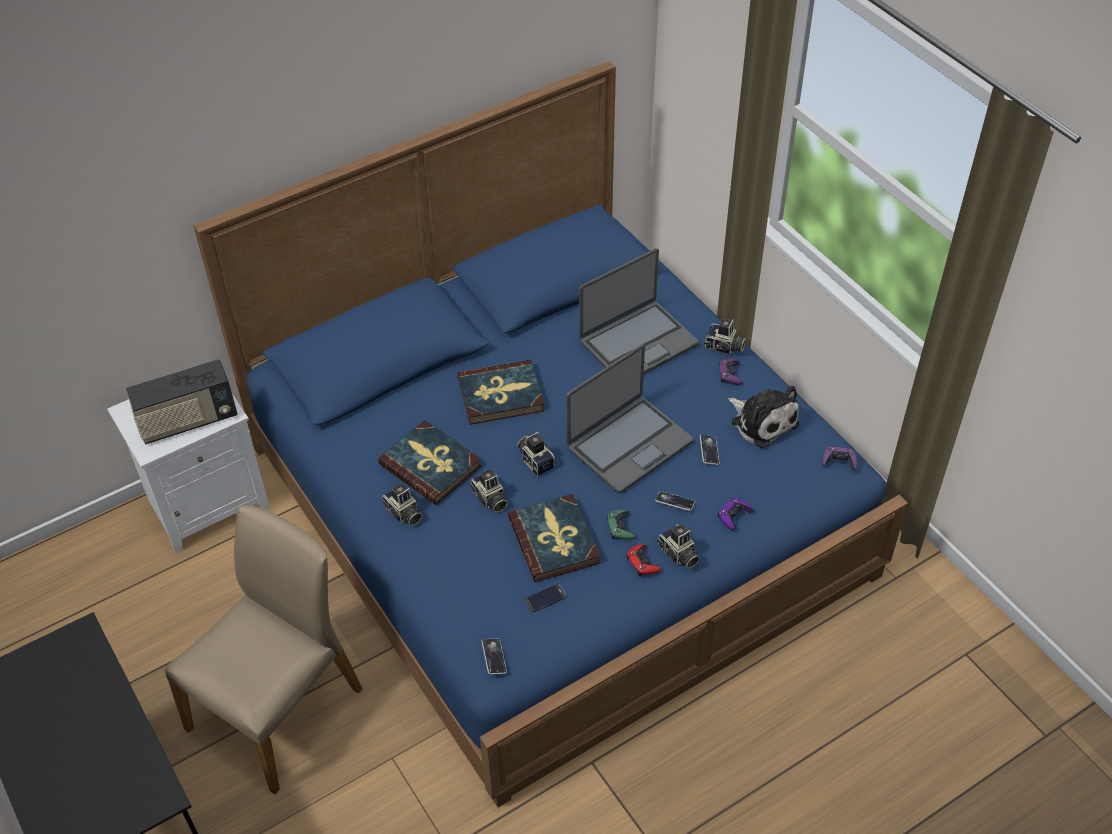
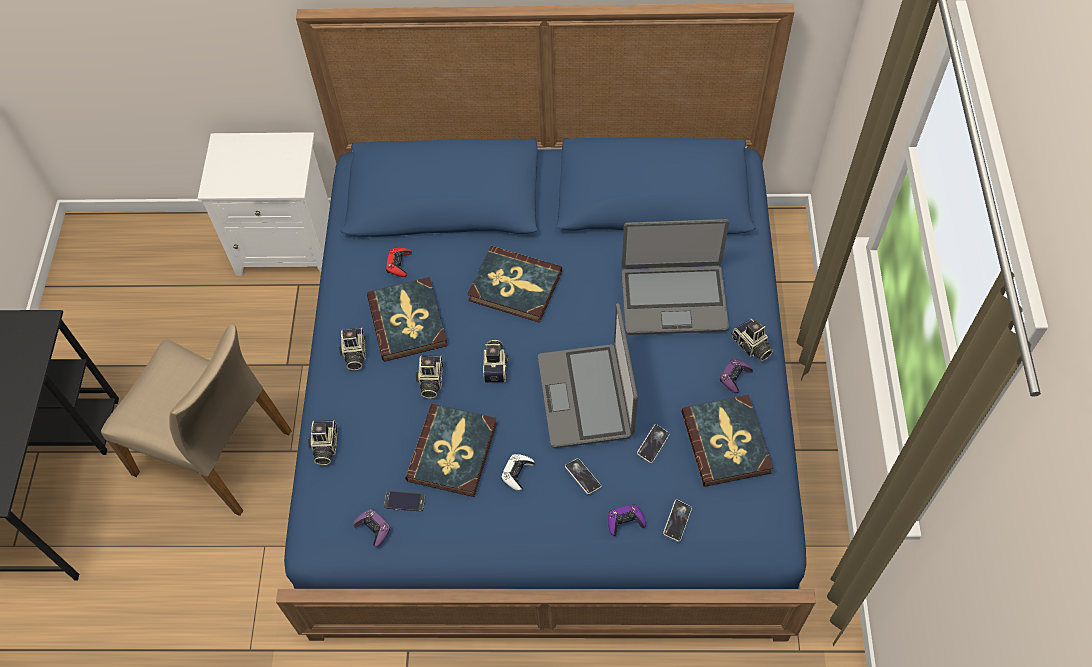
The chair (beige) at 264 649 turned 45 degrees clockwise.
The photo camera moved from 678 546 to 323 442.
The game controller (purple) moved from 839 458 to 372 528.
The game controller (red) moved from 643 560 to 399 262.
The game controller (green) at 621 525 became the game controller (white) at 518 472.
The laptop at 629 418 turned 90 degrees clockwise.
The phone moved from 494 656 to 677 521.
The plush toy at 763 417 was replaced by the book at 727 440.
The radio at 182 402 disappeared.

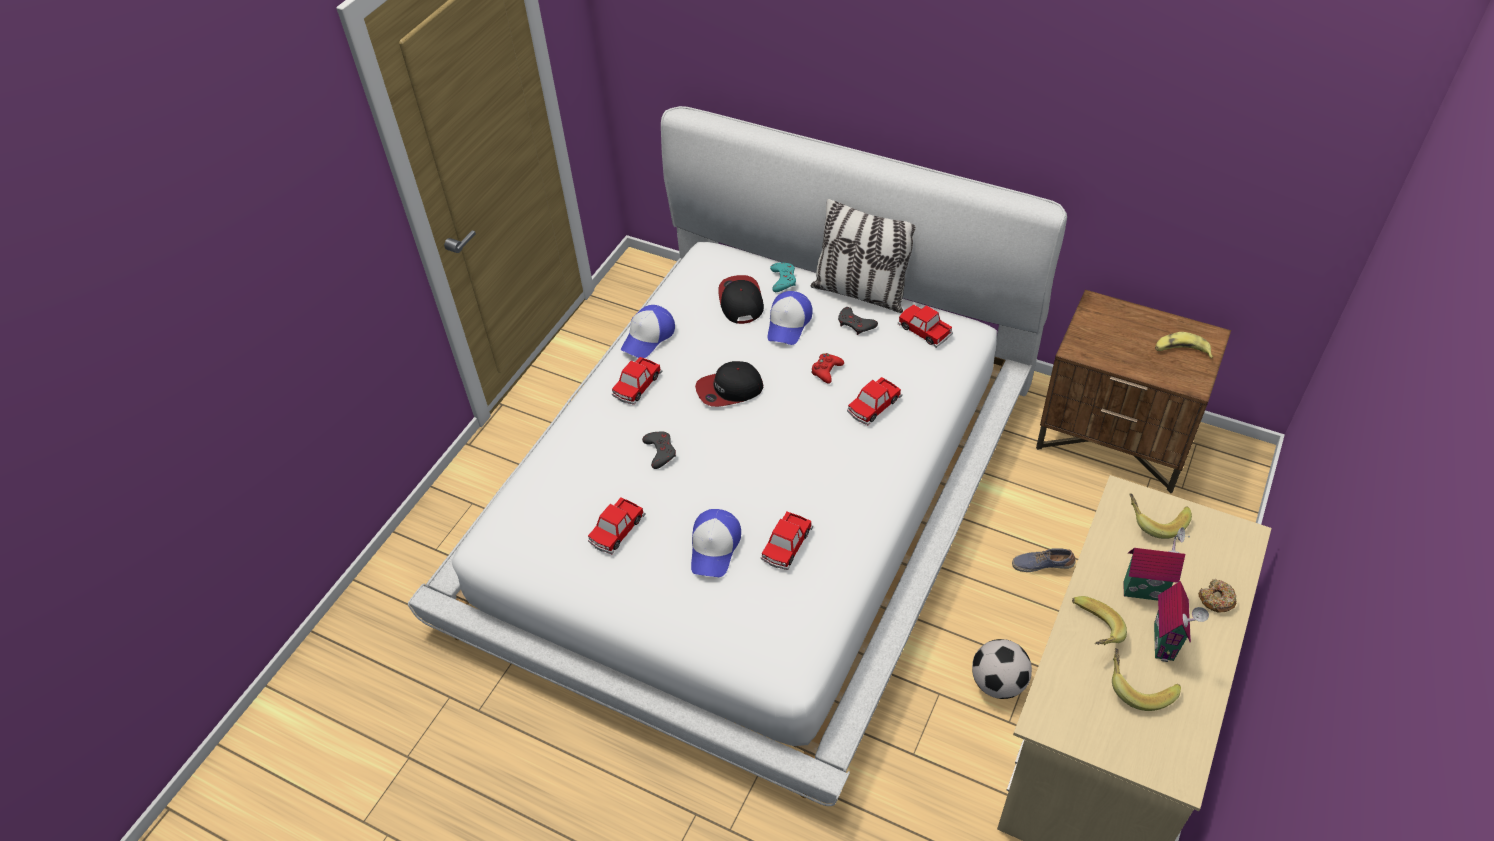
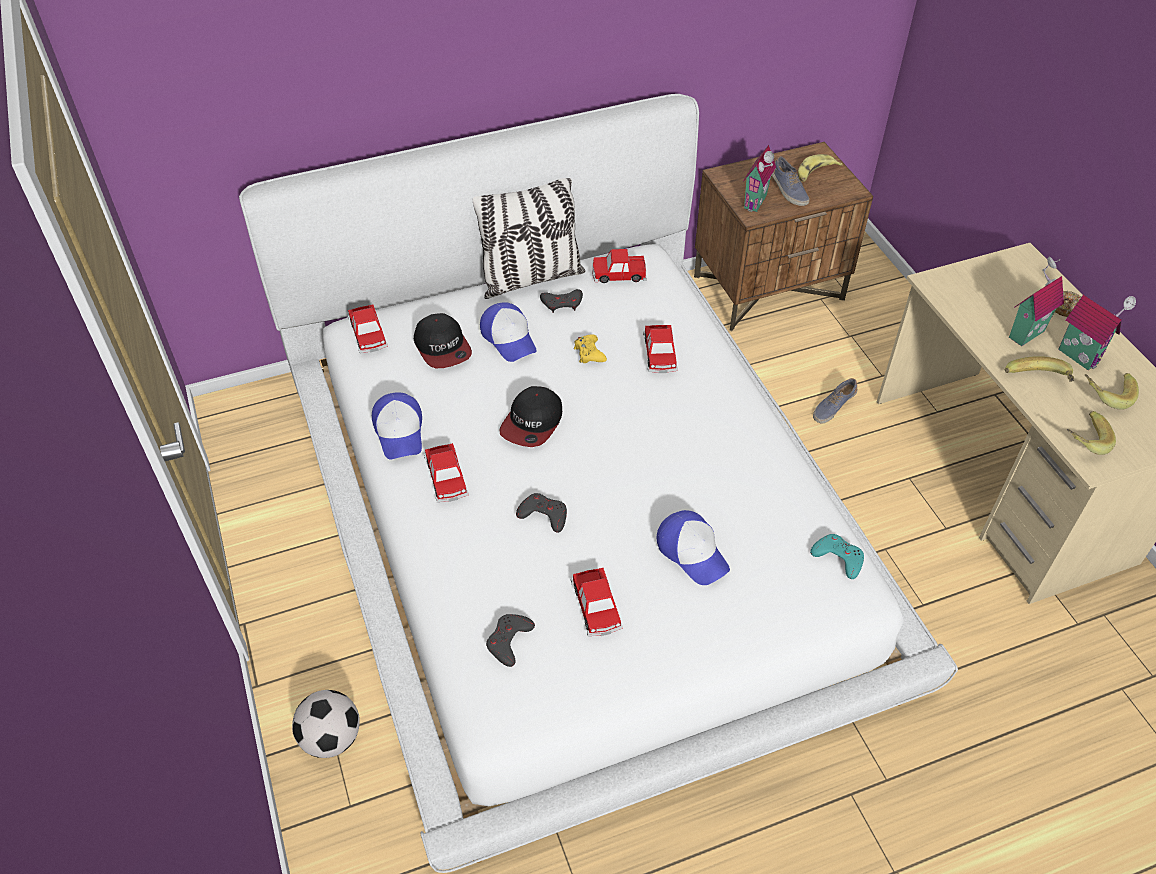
The football moved from 1002 669 to 326 724.
The toy car moved from 787 541 to 368 328.
The cap at 741 299 turned 150 degrees counterclockwise.
The game controller (grey) at 510 640 appeared.
The game controller (red) at 827 368 became the game controller (yellow) at 590 348.
The toy house at 759 178 appeared.
The shoe at 791 181 appeared.
The game controller (turquoise) moved from 783 277 to 837 556.
The banana moved from 1160 516 to 1091 433.

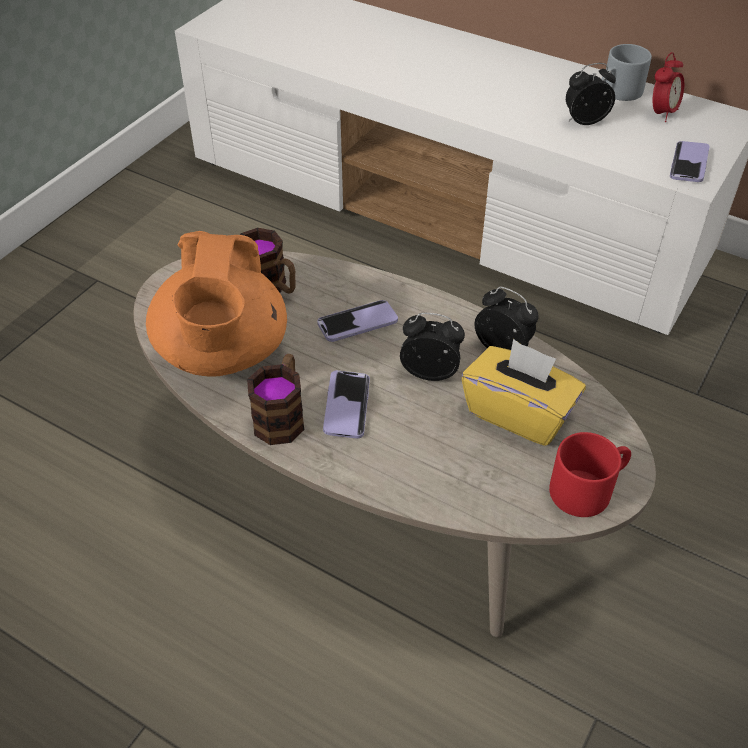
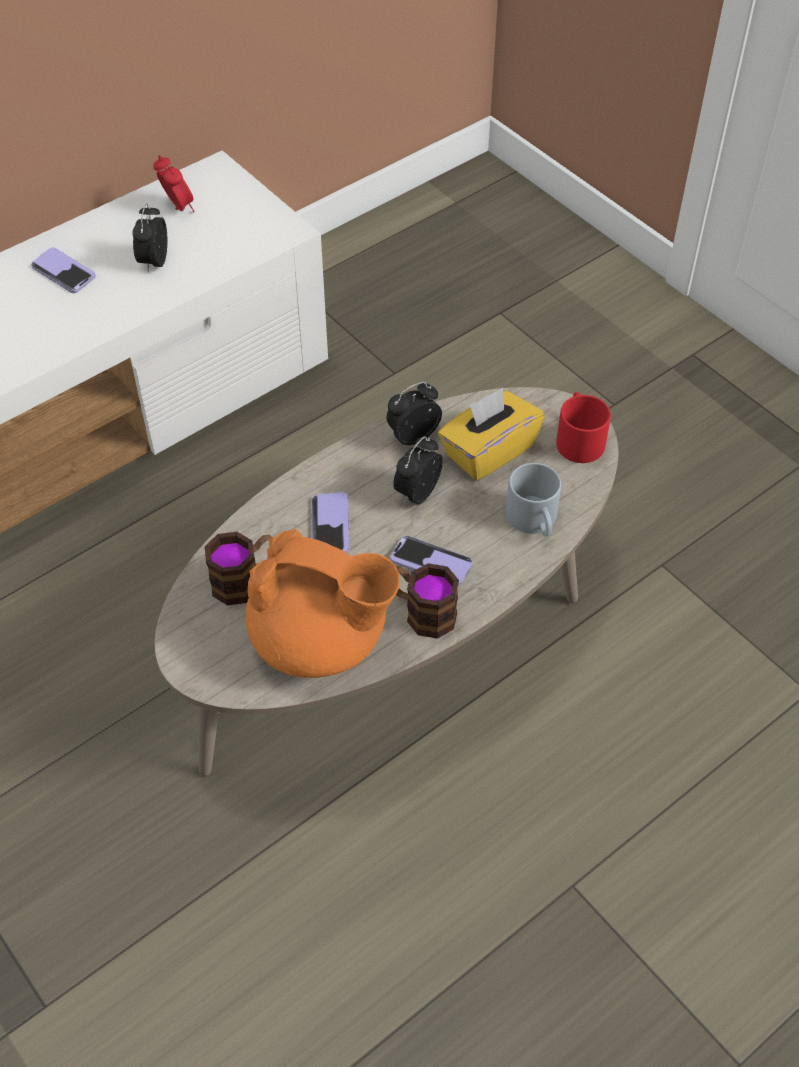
The phone moved from 690 161 to 63 270.
The mug (grey) moved from 626 72 to 533 500.

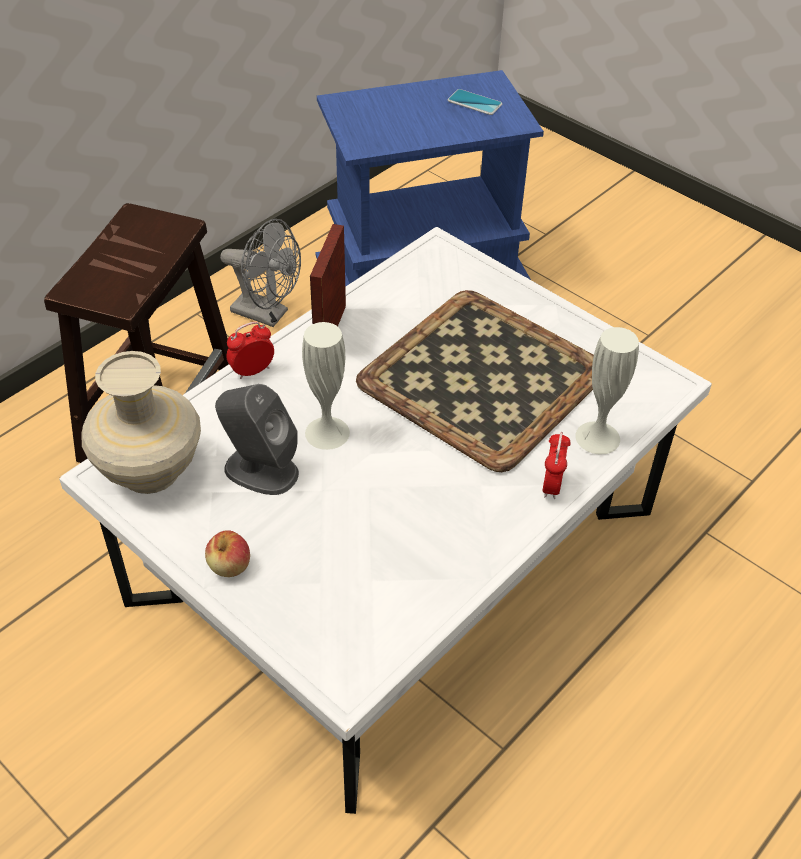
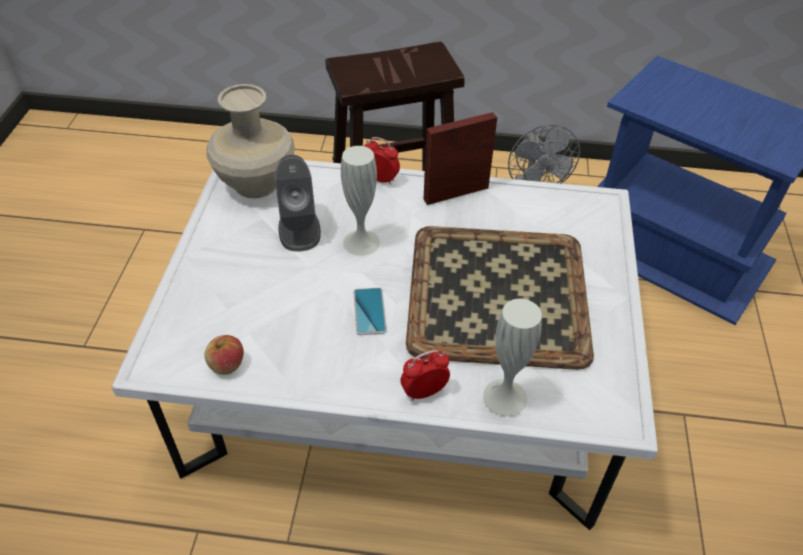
The apple moved from 227 553 to 224 355.
The phone moved from 474 102 to 370 311.

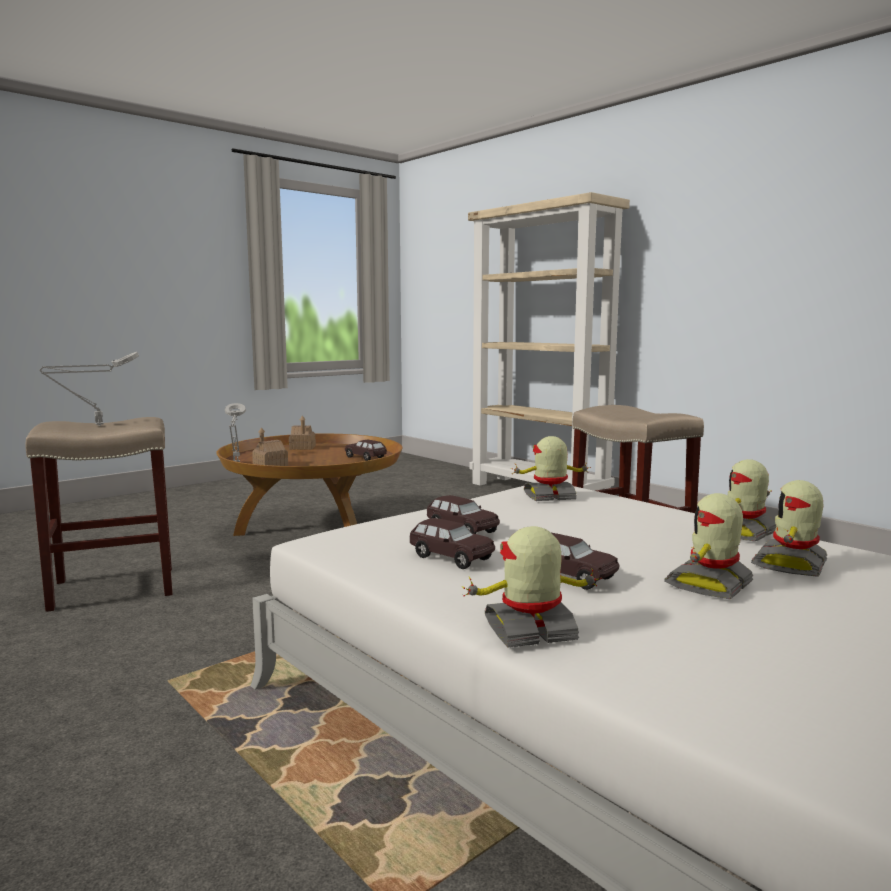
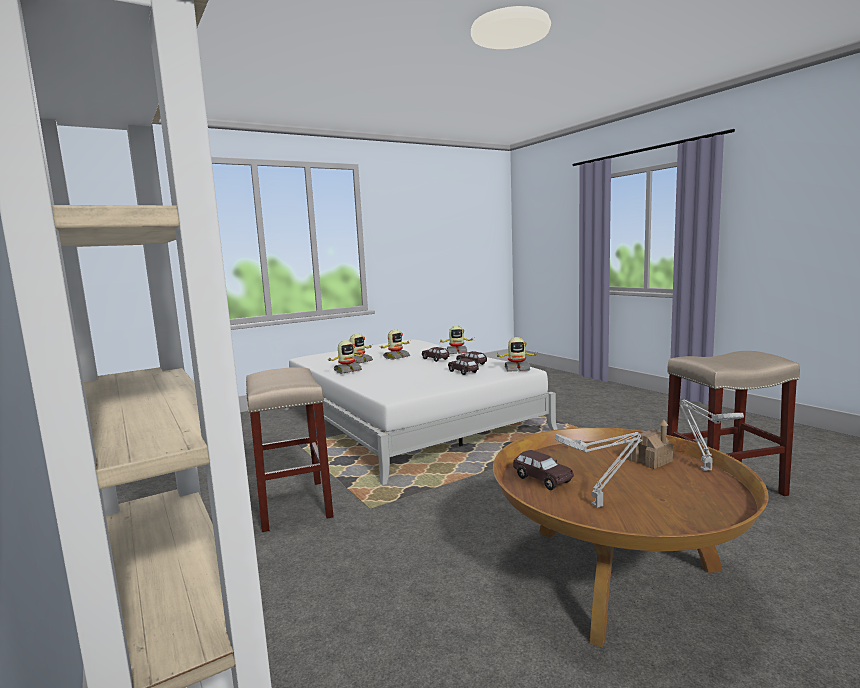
The toy robot moved from 551 468 to 516 354.
The table lamp (grey) moved from 89 389 to 598 470.
The toy house at 302 433 disappeared.

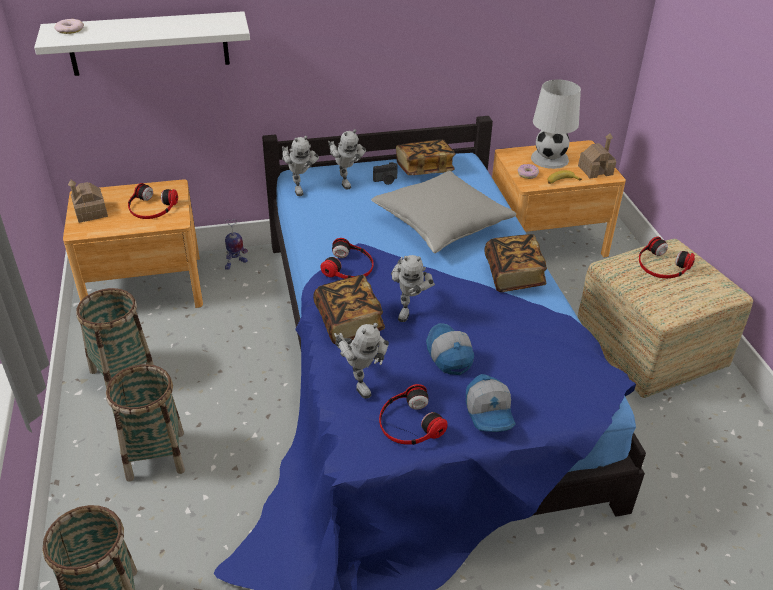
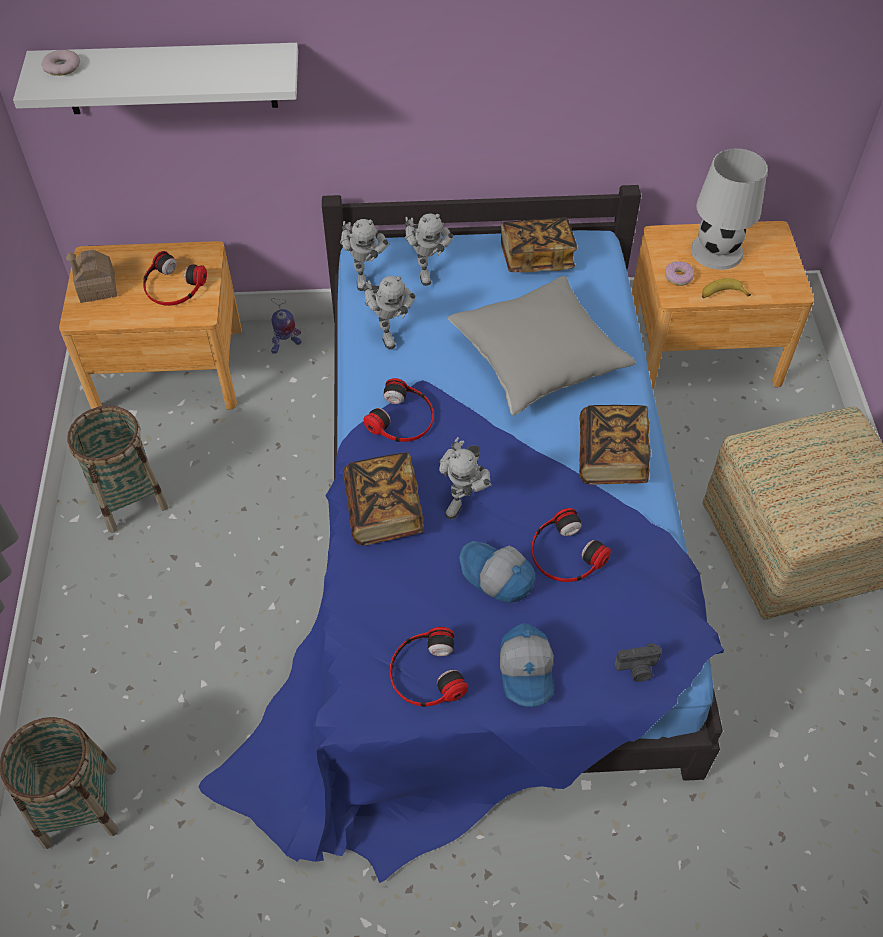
The toy robot moved from 361 361 to 389 312.
The cap at 450 349 turned 45 degrees counterclockwise.
The headphones moved from 667 257 to 571 545.
The photo camera moved from 385 173 to 637 663.
The basket at 145 423 disappeared.
The toy house at 597 156 disappeared.

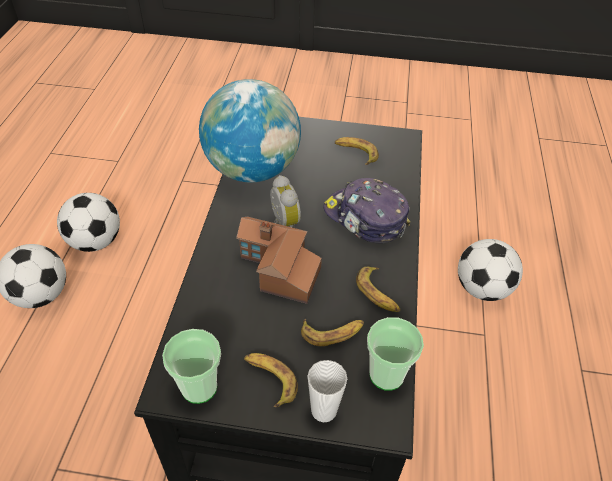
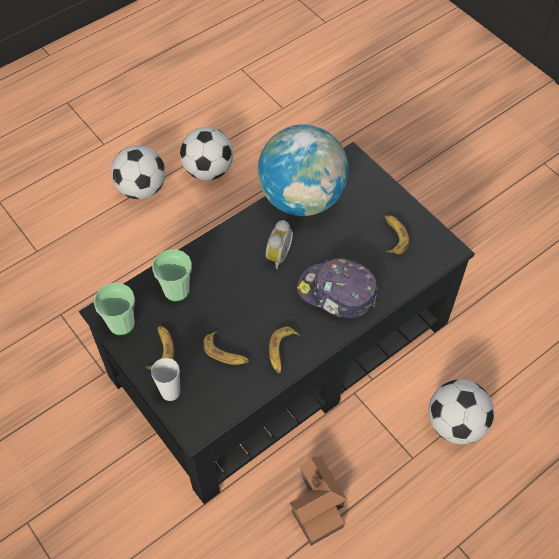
The cup moved from 395 354 to 172 275.
The toy house moved from 279 260 to 318 501.
The cap at 367 210 turned 60 degrees counterclockwise.

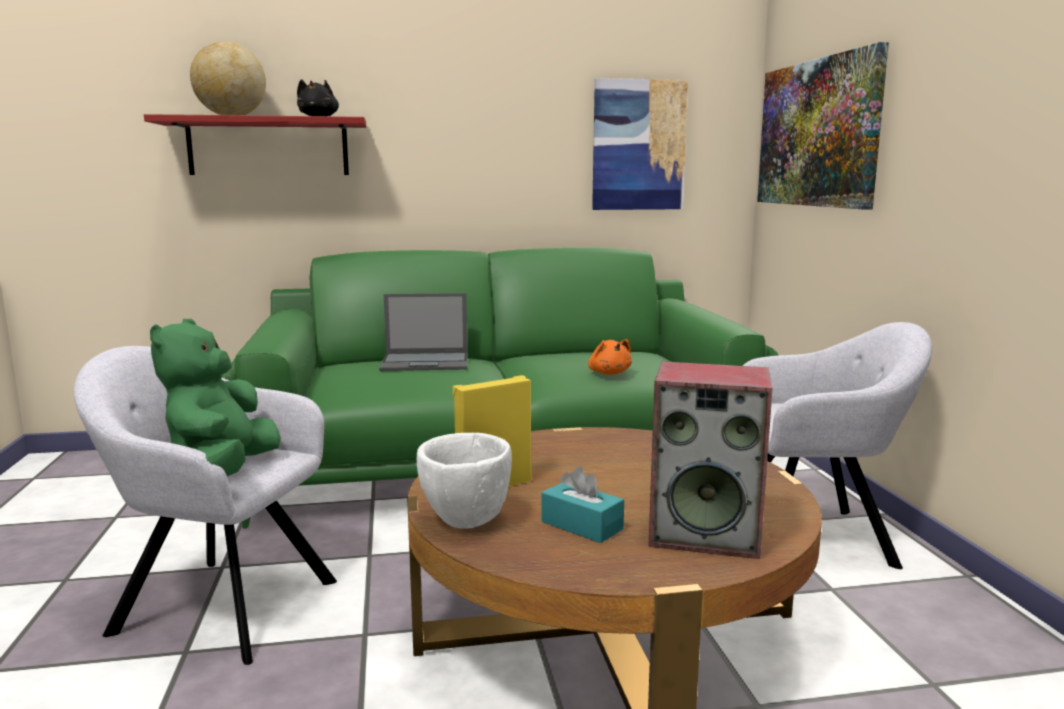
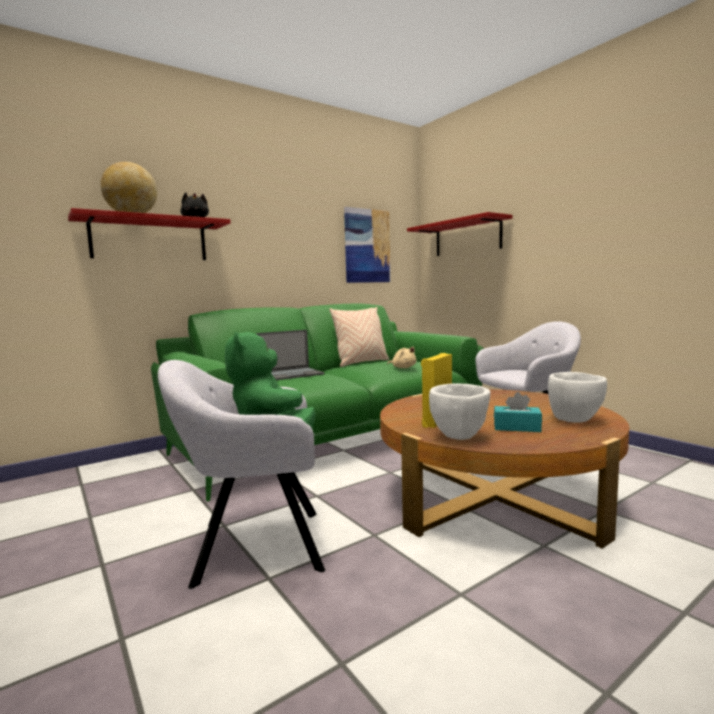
The pillow (beige) at 359 337 appeared.
The plush toy (orange) at 610 357 became the plush toy (beige) at 401 357.
The picture at 823 126 was replaced by the shelf (red) at 459 234.
The speaker at 710 460 was replaced by the bowl (white) at 577 397.

